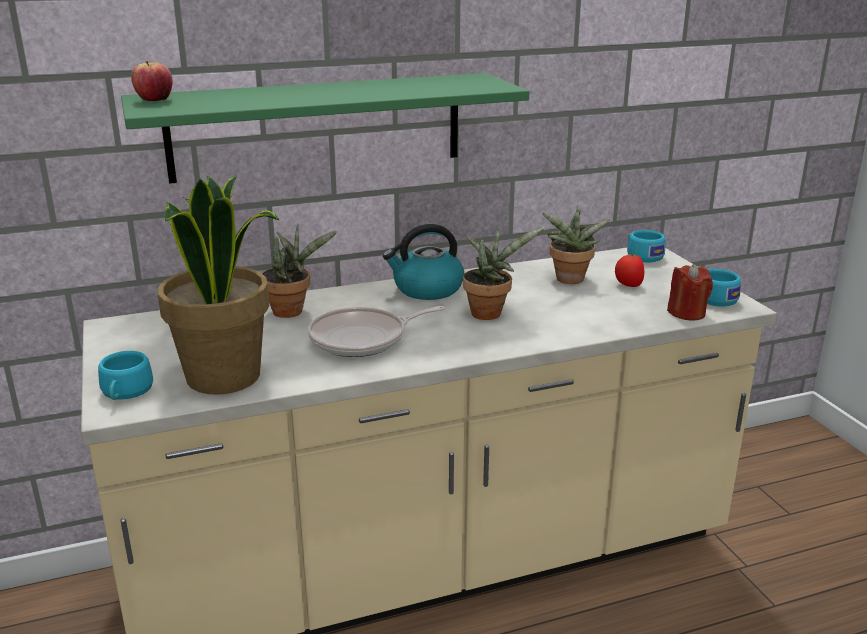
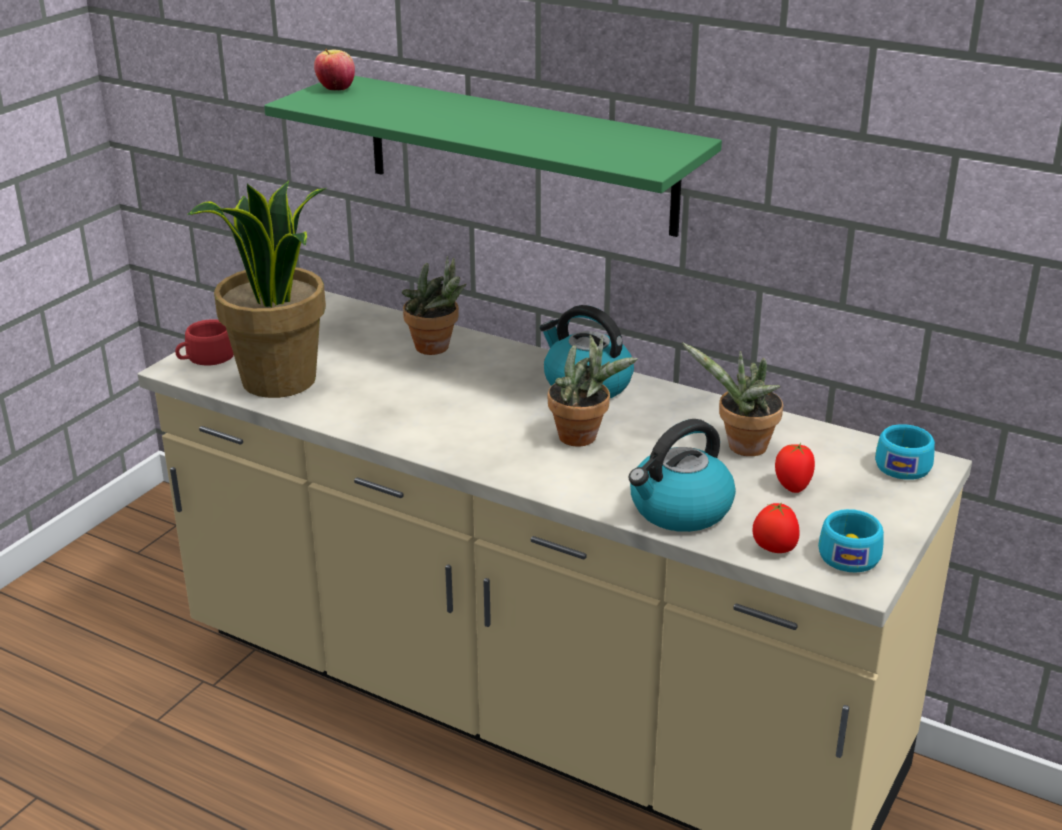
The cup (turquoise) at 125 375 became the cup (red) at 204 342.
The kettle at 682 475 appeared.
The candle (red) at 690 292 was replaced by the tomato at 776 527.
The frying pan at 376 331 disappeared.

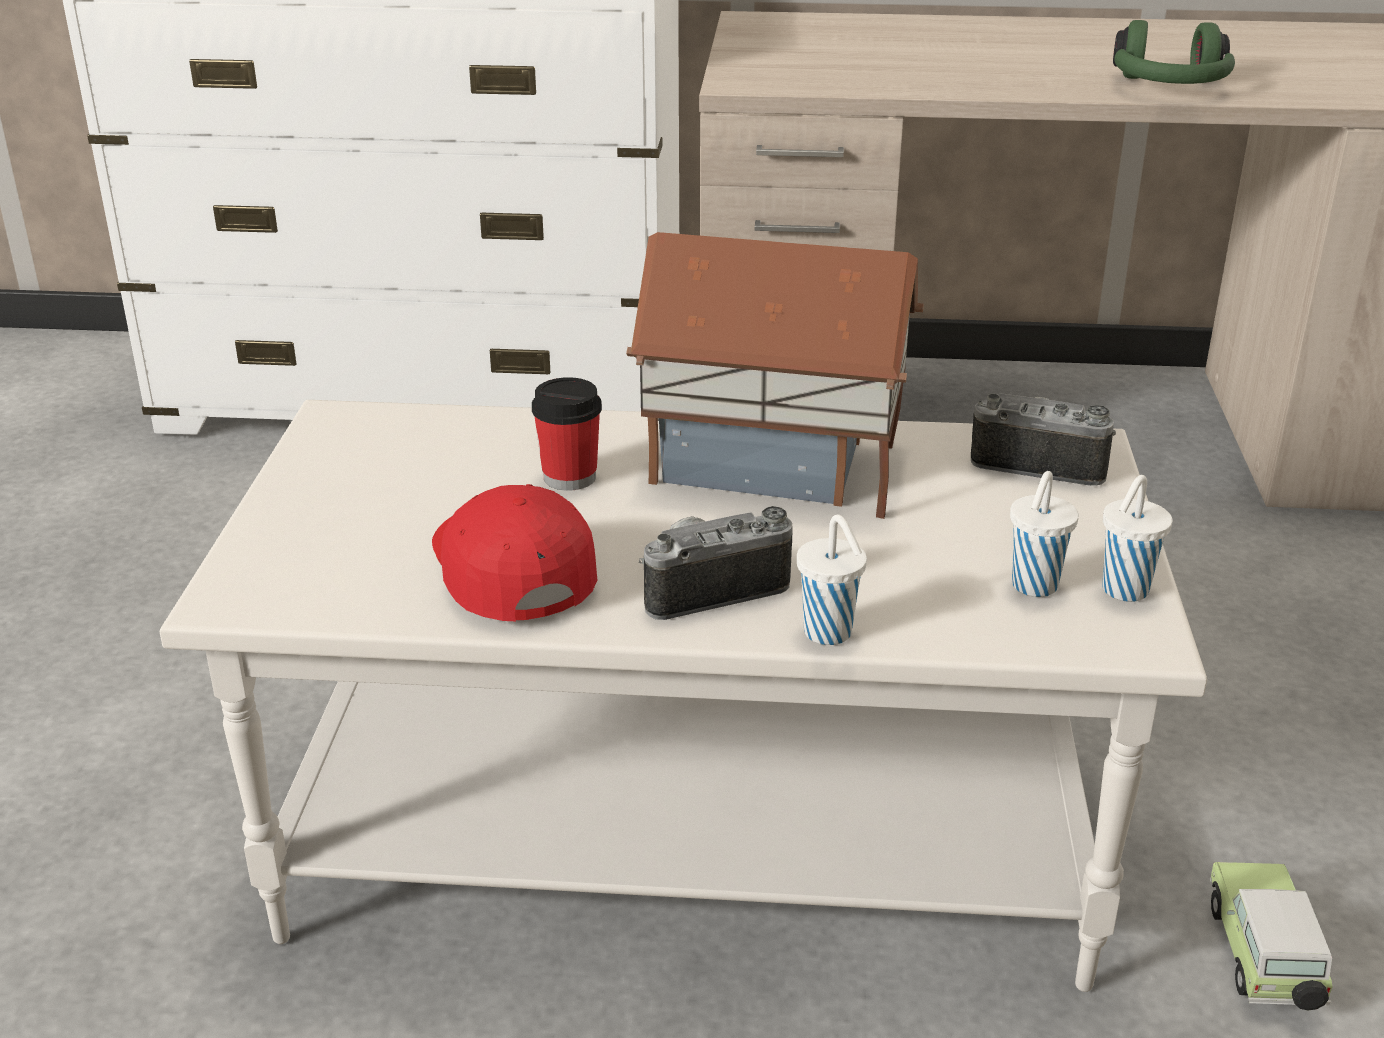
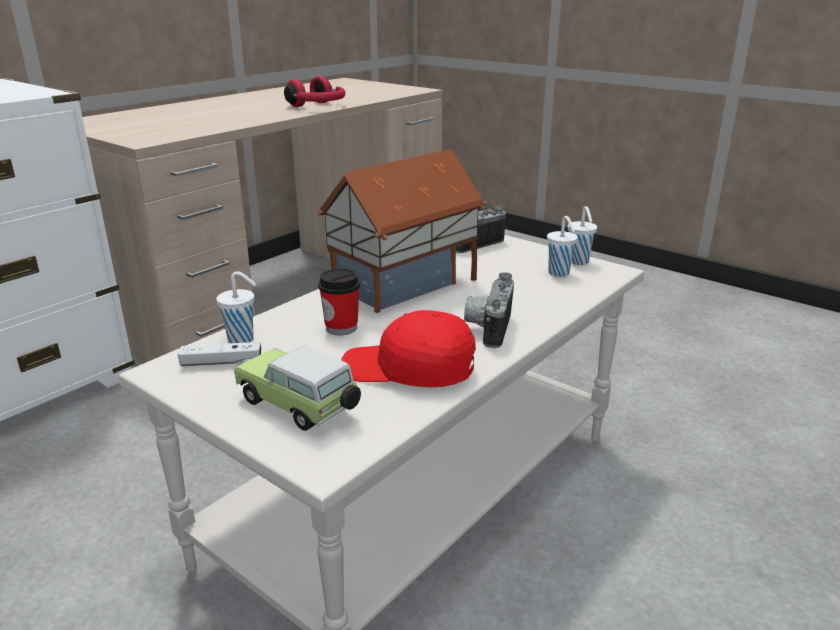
The game controller (white) at 219 354 appeared.
The cup (white) moved from 832 579 to 236 307.
The toy car moved from 1271 936 to 297 388.
The headphones (green) at 1174 52 became the headphones (red) at 314 91.

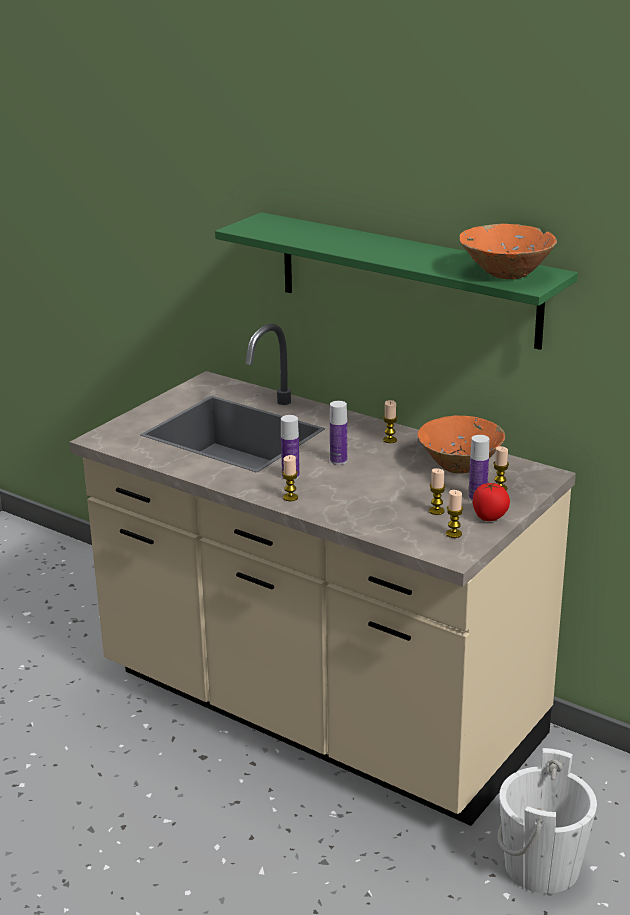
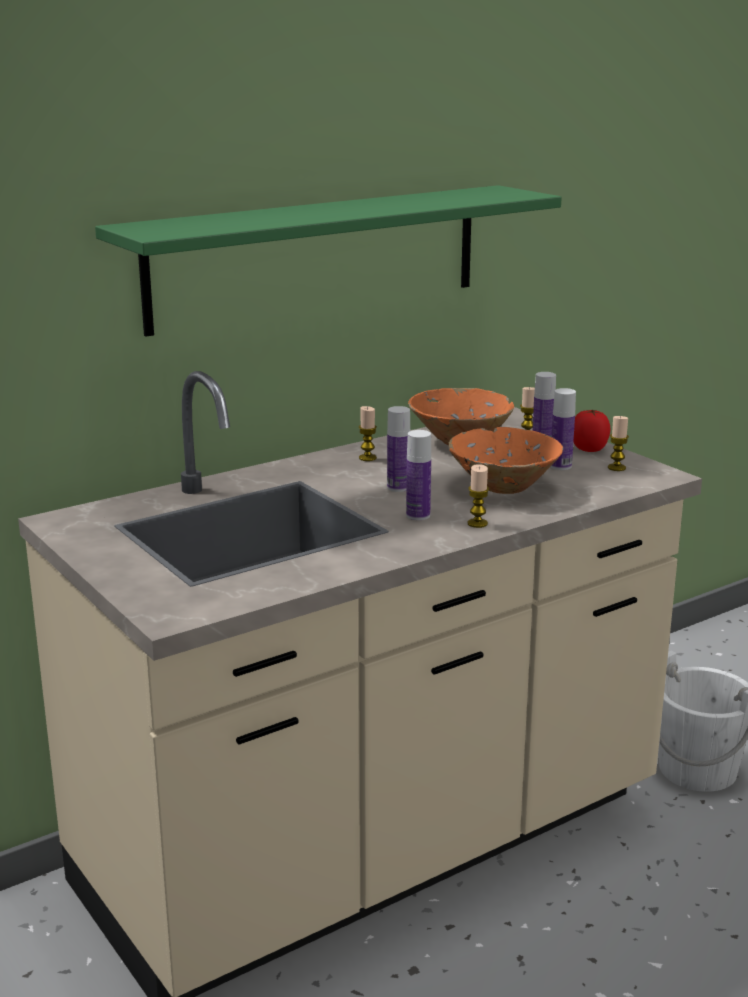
The bowl (orange) moved from 508 251 to 505 460.
The candle at 437 491 was replaced by the bottle at 563 429.

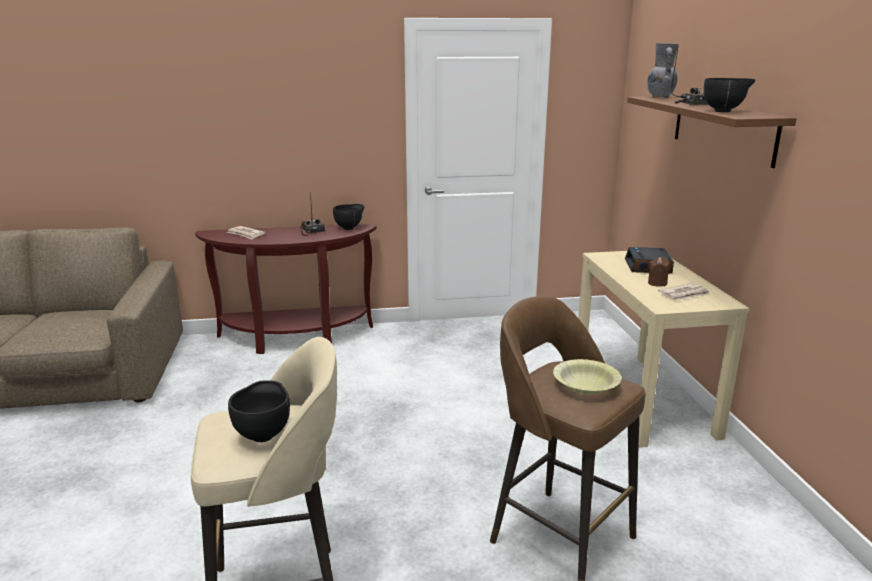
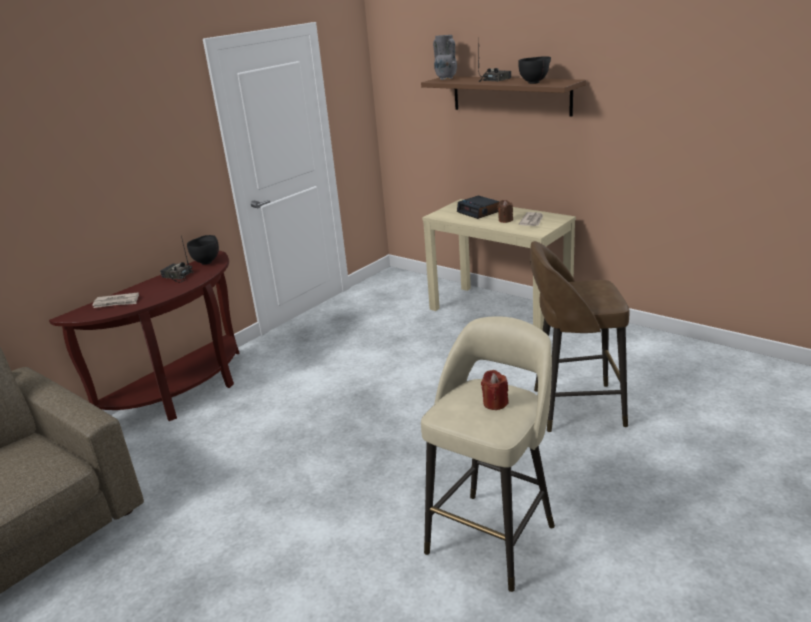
The bowl (black) at 259 411 was replaced by the candle (red) at 495 390.
The bowl (yellow) at 587 377 disappeared.

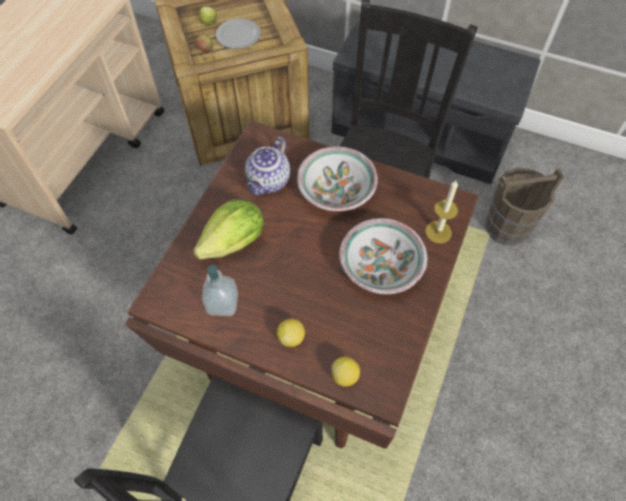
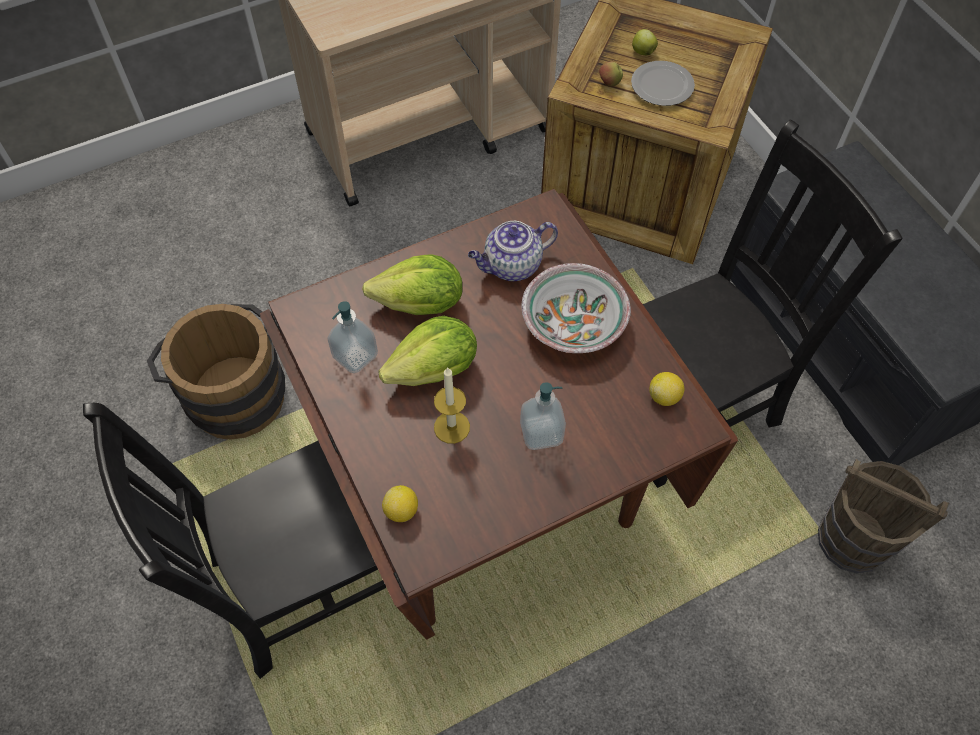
The bucket (brown) at 216 372 appeared.
The lettuce at 427 351 appeared.
The candle moved from 441 211 to 452 405.
The bowl at 383 256 was replaced by the soap dispenser at 543 416.
The lemon moved from 291 333 to 666 389.

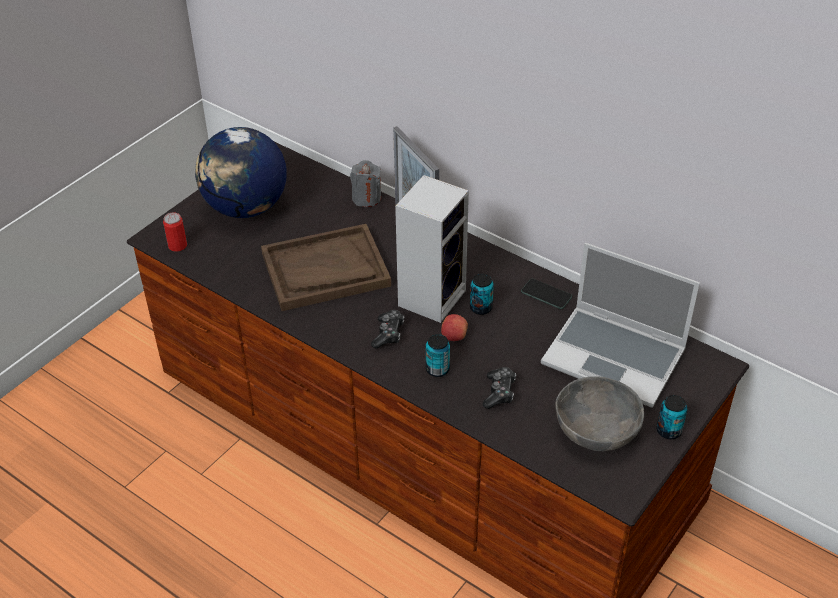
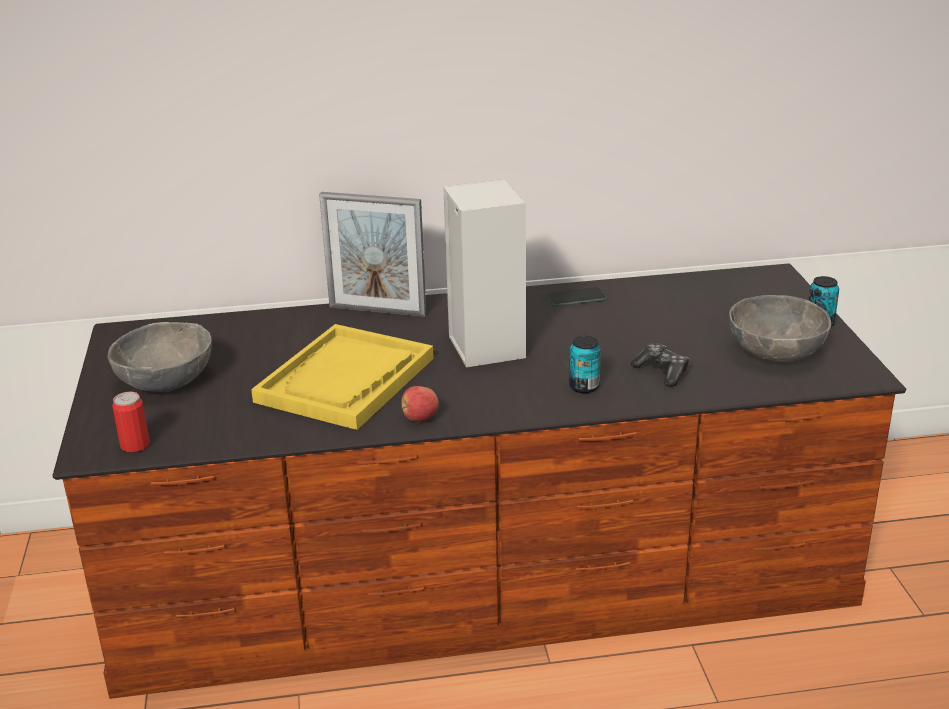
The globe at 241 172 was replaced by the bowl (grey) at 160 357.
The tray (brown) at 326 267 became the tray (yellow) at 342 377.
The apple moved from 454 327 to 420 404.
The candle (grey) at 365 183 disappeared.
The game controller at 387 329 disappeared.
The can at 482 294 disappeared.
The laptop at 620 325 disappeared.

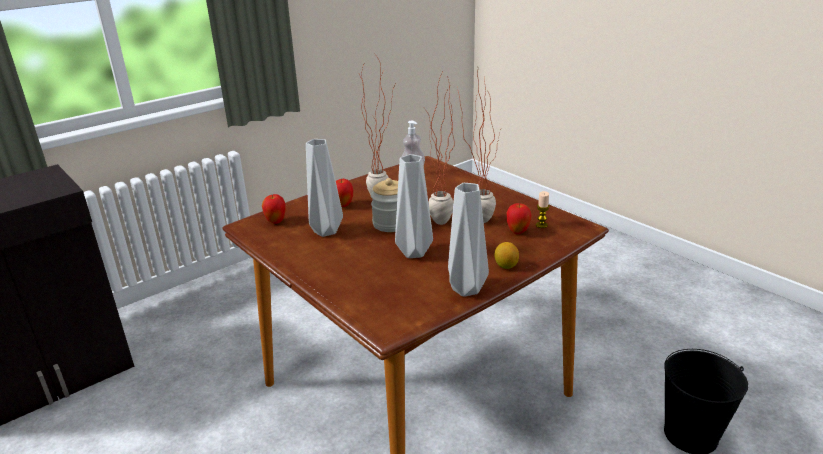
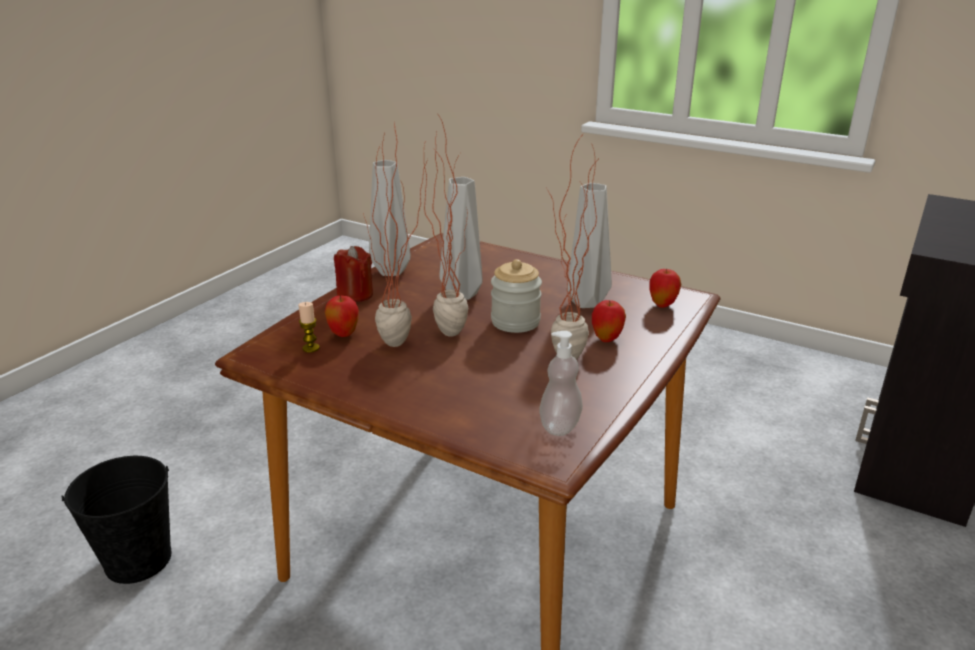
The lemon at 506 255 was replaced by the candle (red) at 353 274.

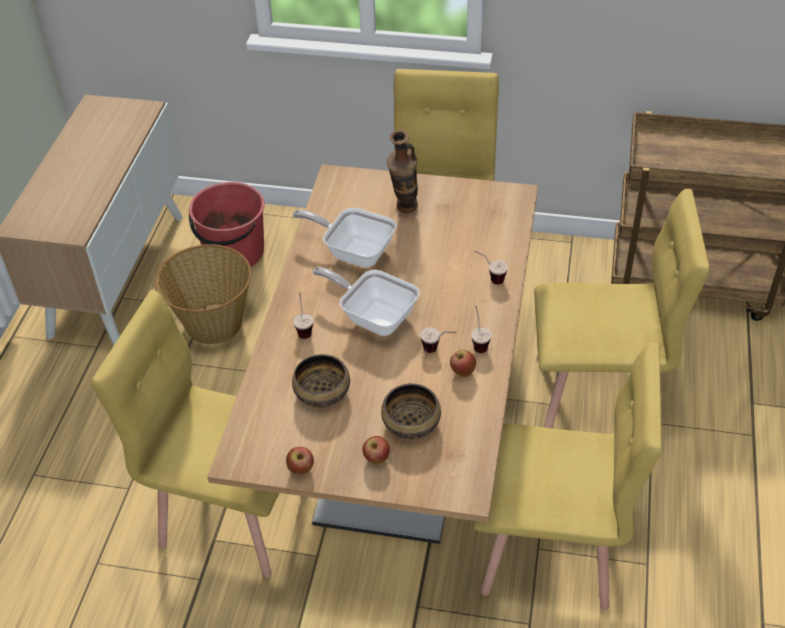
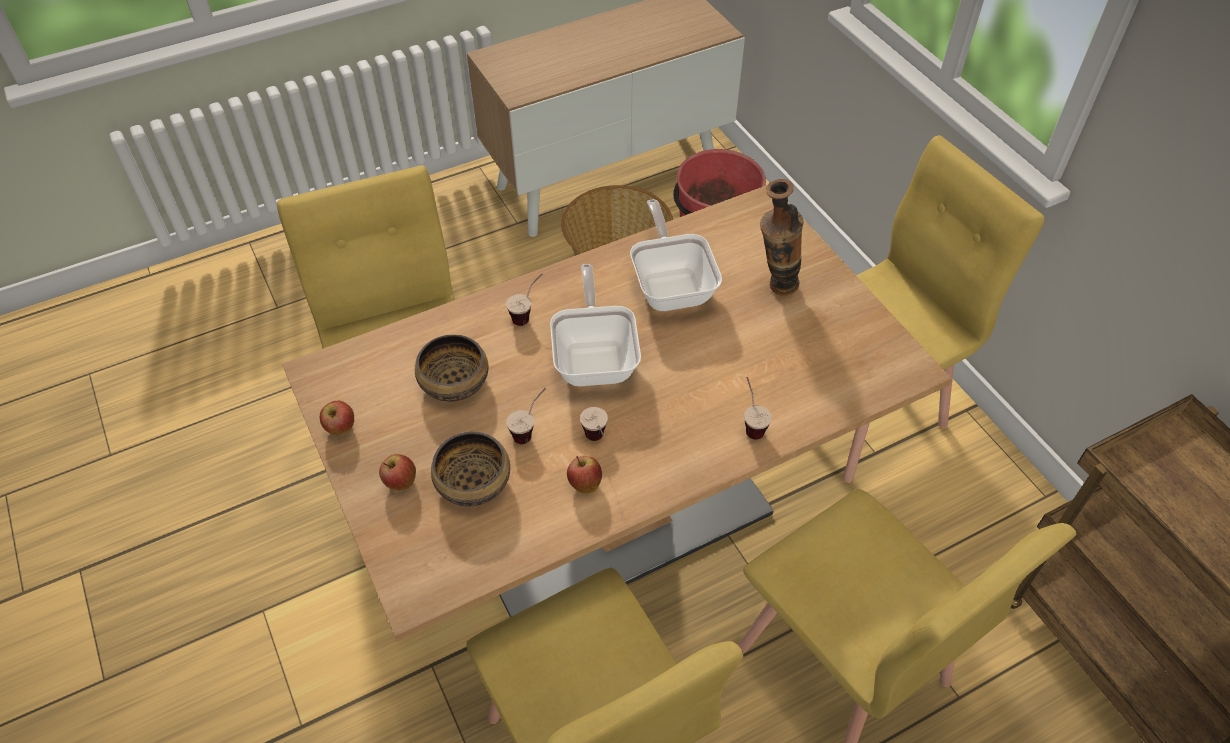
The cup moved from 481 329 to 526 416.

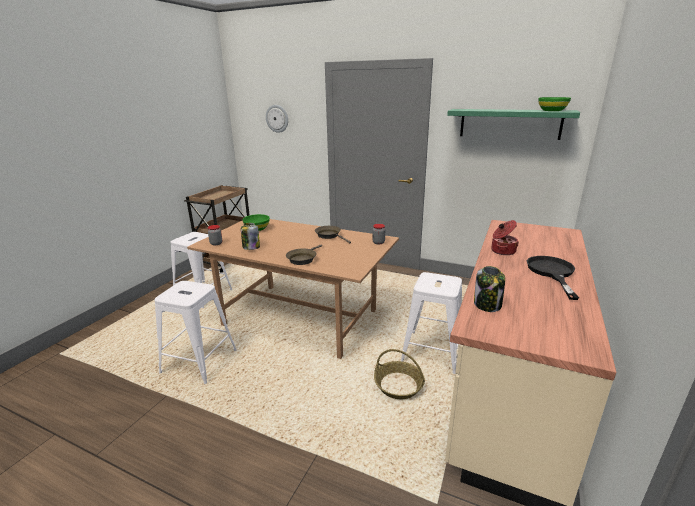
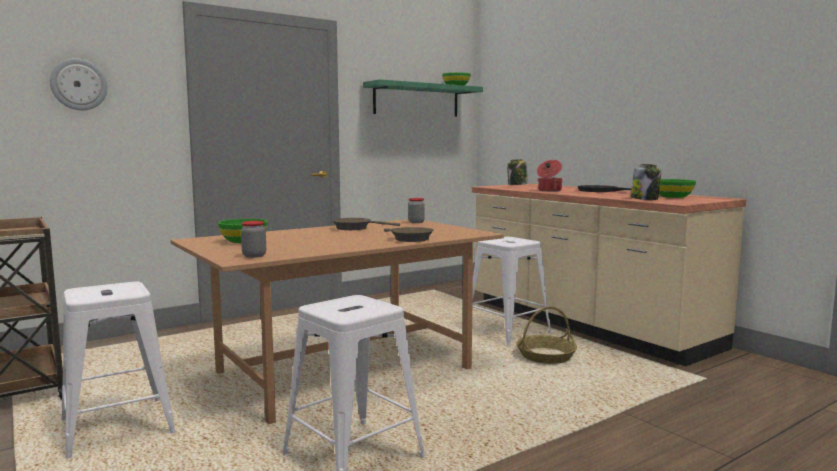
The jar moved from 250 236 to 517 172.
The bowl (green) at 677 188 appeared.

